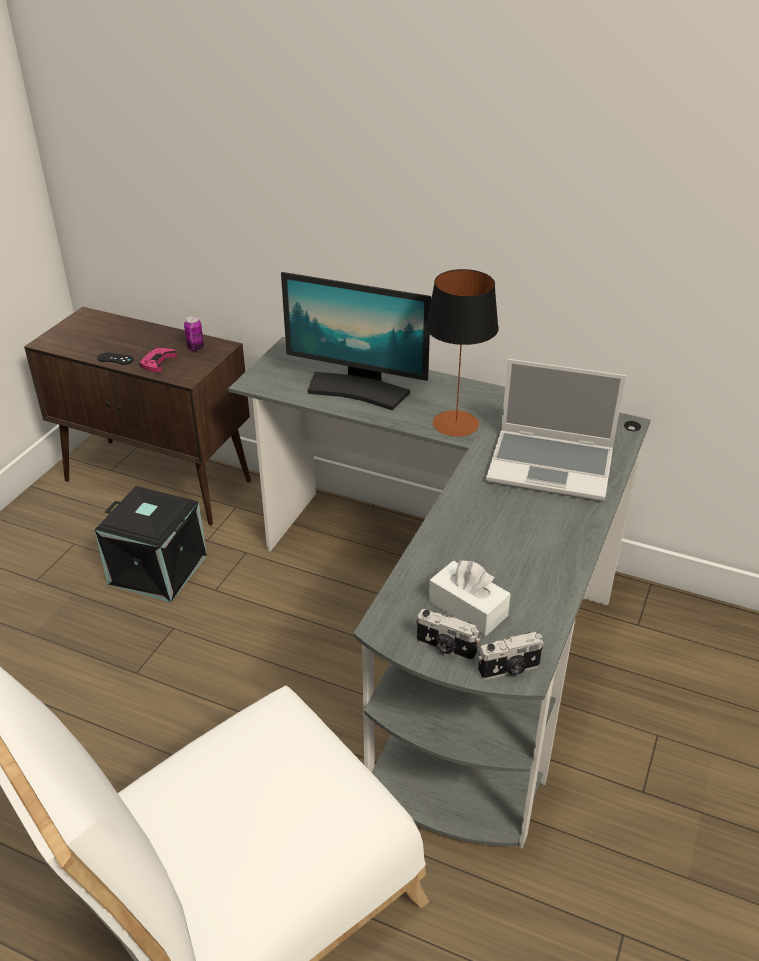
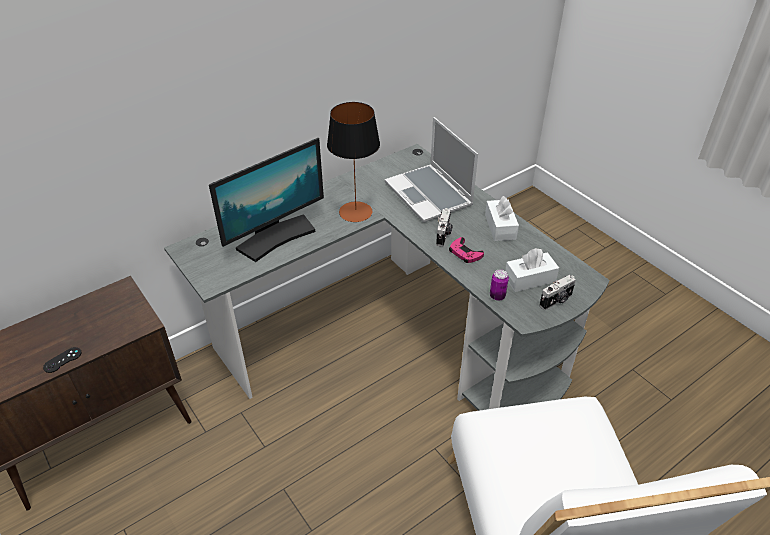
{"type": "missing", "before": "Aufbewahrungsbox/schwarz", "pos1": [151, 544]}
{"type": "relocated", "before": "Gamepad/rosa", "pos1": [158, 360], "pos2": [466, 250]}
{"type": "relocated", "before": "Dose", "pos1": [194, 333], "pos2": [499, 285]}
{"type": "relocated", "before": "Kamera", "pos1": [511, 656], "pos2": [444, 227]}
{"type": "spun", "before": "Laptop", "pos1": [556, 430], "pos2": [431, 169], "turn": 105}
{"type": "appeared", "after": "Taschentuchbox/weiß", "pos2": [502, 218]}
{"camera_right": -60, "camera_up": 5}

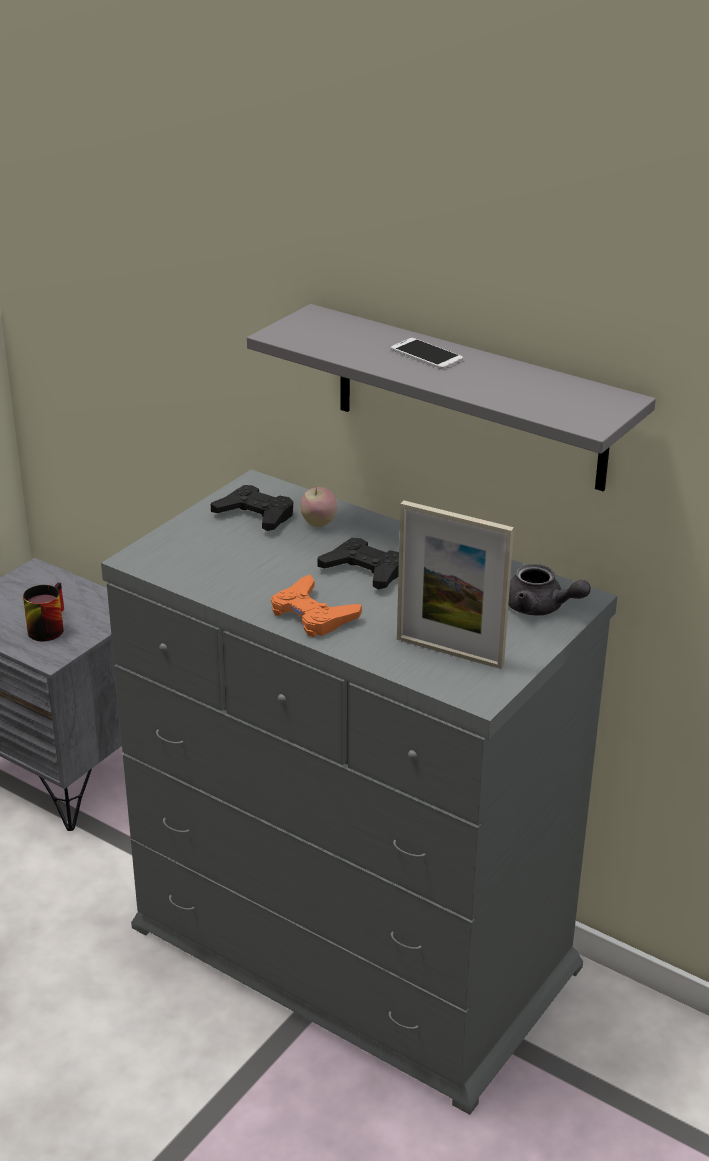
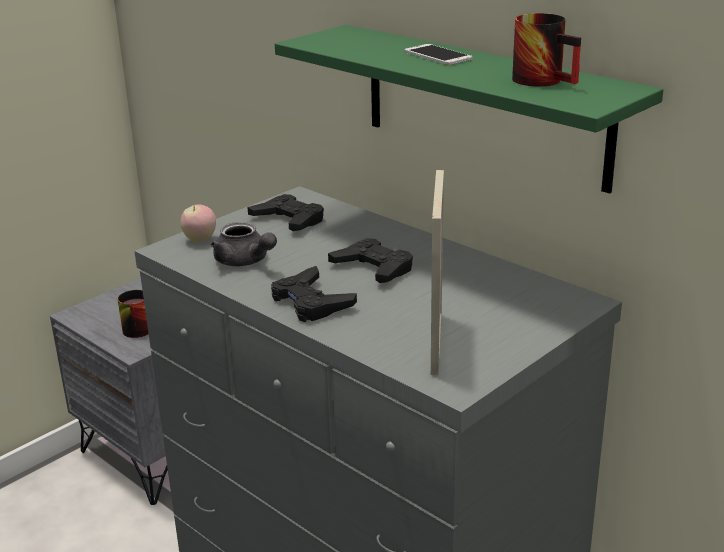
{"type": "colour", "before": "Wandregal/grau", "after": "Wandregal/grün", "pos1": [451, 397], "pos2": [469, 109]}
{"type": "colour", "before": "Gamepad/orange", "after": "Gamepad/schwarz", "pos1": [316, 606], "pos2": [314, 294]}
{"type": "relocated", "before": "Apfel", "pos1": [318, 506], "pos2": [198, 223]}
{"type": "spun", "before": "Bilderrahmen", "pos1": [455, 584], "pos2": [437, 272], "turn": 60}
{"type": "relocated", "before": "Teekanne/grau", "pos1": [549, 590], "pos2": [244, 244]}
{"type": "appeared", "after": "Henkelbecher", "pos2": [546, 50]}
{"camera_right": 10, "camera_up": -5}

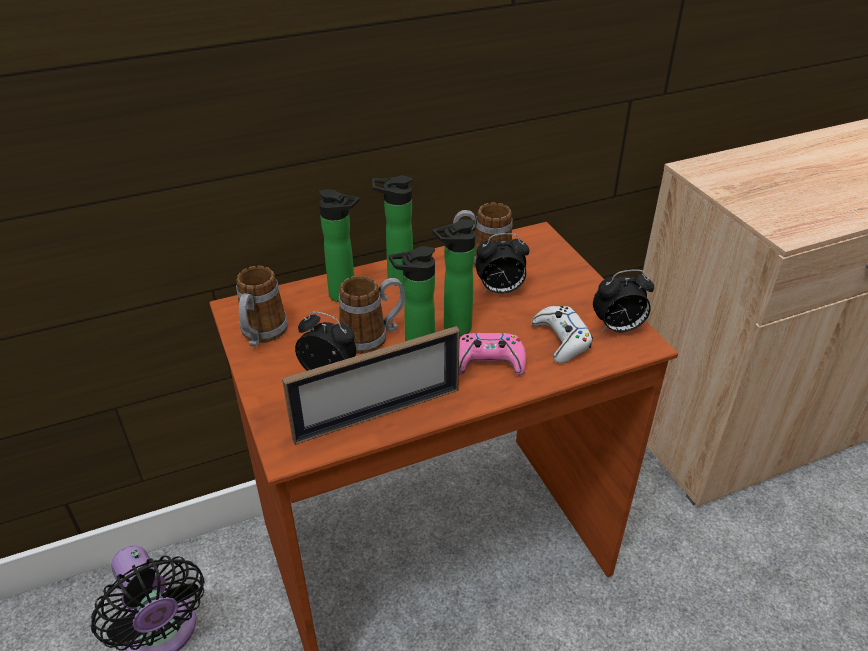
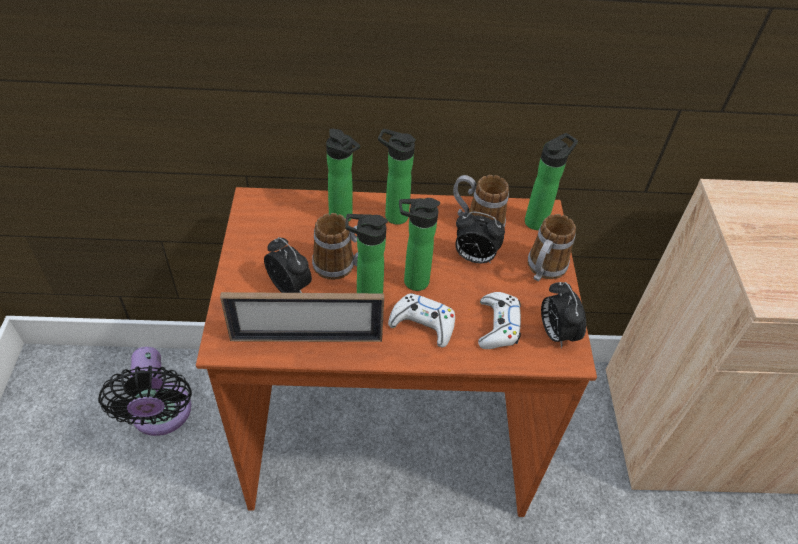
{"type": "relocated", "before": "Henkelbecher", "pos1": [262, 306], "pos2": [551, 247]}
{"type": "colour", "before": "Gamepad/rosa", "after": "Gamepad/weiß", "pos1": [492, 354], "pos2": [421, 320]}
{"type": "spun", "before": "Wecker", "pos1": [623, 300], "pos2": [563, 315], "turn": 60}
{"type": "appeared", "after": "Flasche", "pos2": [551, 181]}
{"camera_right": 20, "camera_up": 10}

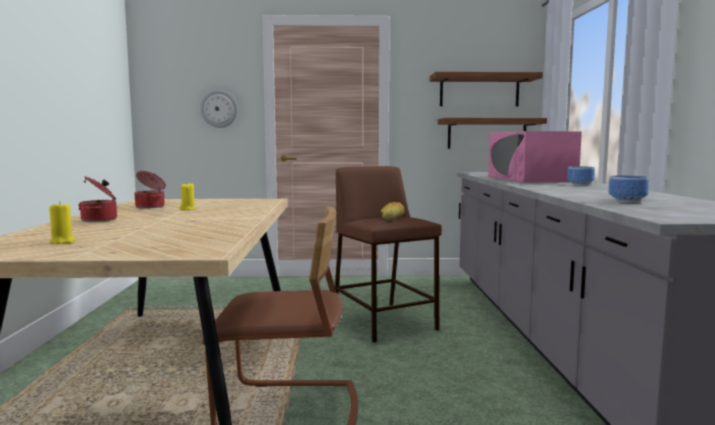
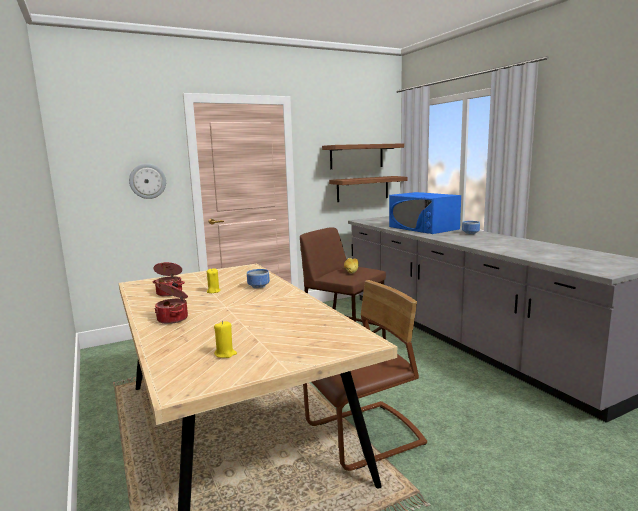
{"type": "colour", "before": "Mikrowelle/rosa", "after": "Mikrowelle/blau", "pos1": [535, 157], "pos2": [425, 213]}
{"type": "relocated", "before": "Schüssel", "pos1": [628, 189], "pos2": [258, 279]}
{"camera_right": -25, "camera_up": 5}

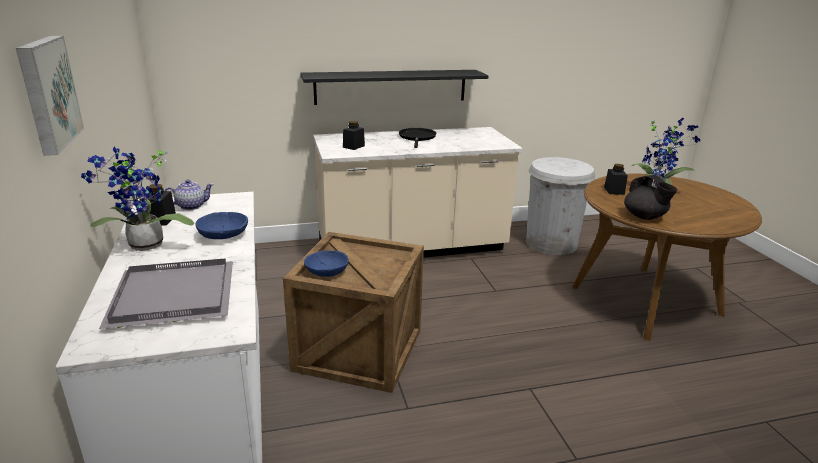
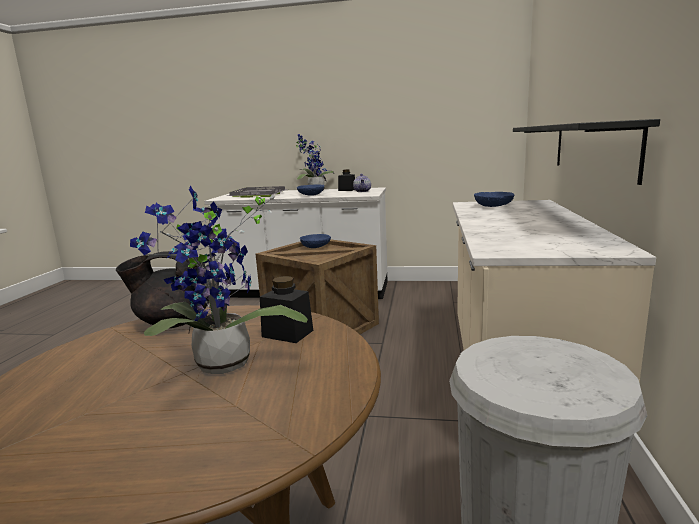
{"type": "missing", "before": "Bild", "pos1": [50, 96]}
{"type": "exchanged", "before": "Vorratsglas/schwarz", "after": "Schüssel/blau", "pos1": [354, 135], "pos2": [494, 199]}
{"type": "missing", "before": "Pfanne/schwarz", "pos1": [417, 138]}
{"camera_right": 115, "camera_up": -10}

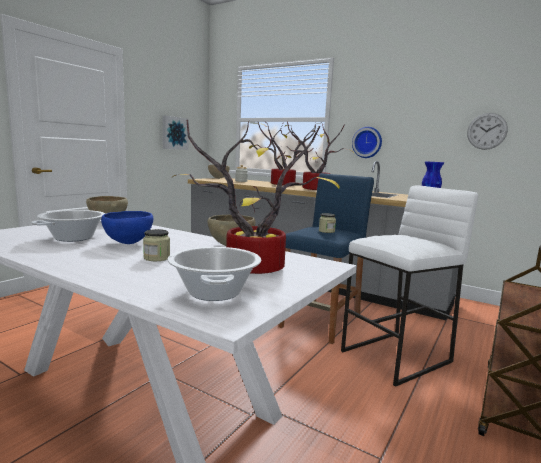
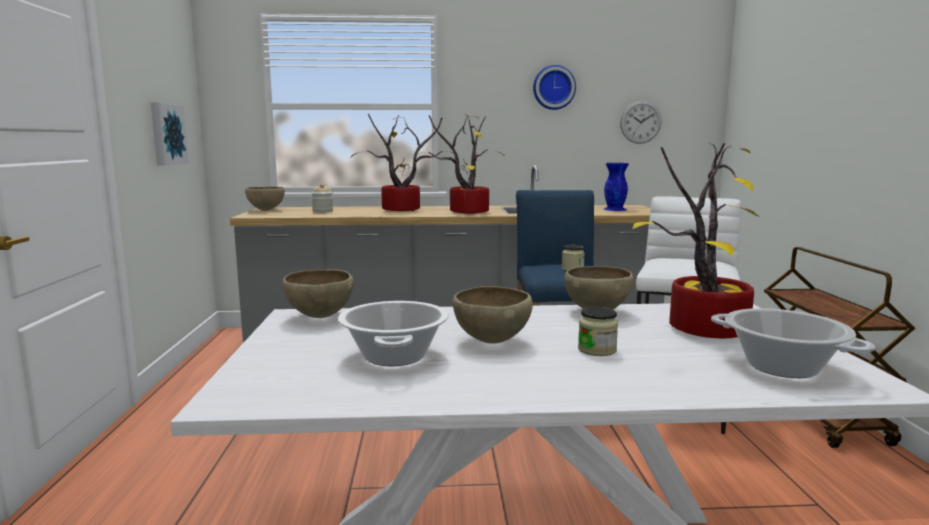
{"type": "colour", "before": "Schüssel/blau", "after": "Schüssel/braun", "pos1": [127, 227], "pos2": [493, 315]}
{"type": "relocated", "before": "Wanduhr", "pos1": [367, 142], "pos2": [554, 87]}
{"camera_right": -35, "camera_up": 0}

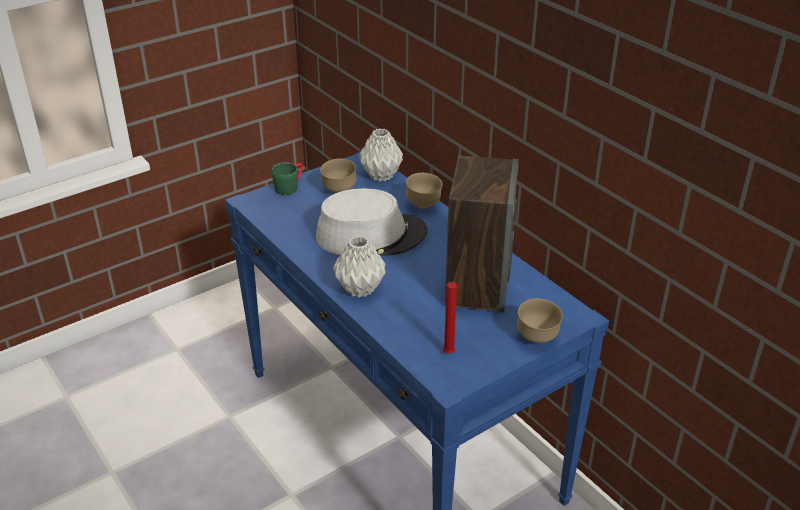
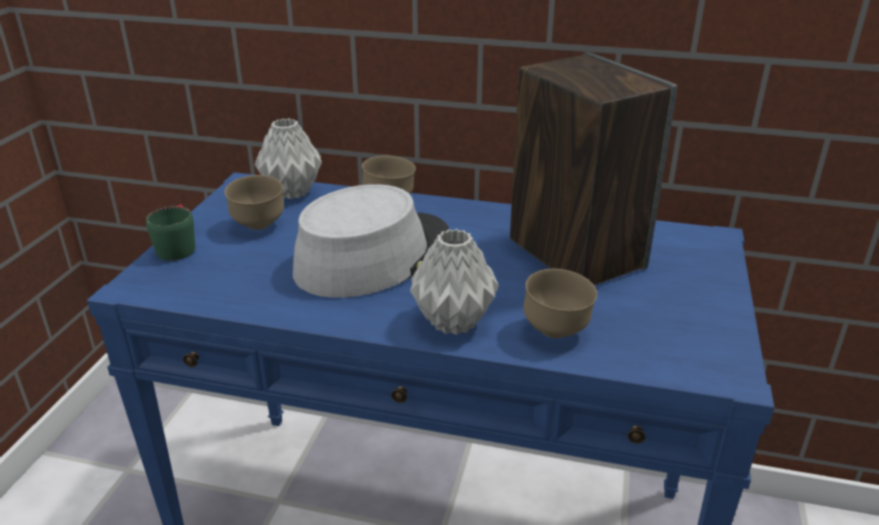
{"type": "missing", "before": "Kerze/rot", "pos1": [450, 317]}
{"type": "relocated", "before": "Schüssel/braun", "pos1": [540, 320], "pos2": [560, 303]}
{"camera_right": -40, "camera_up": -5}

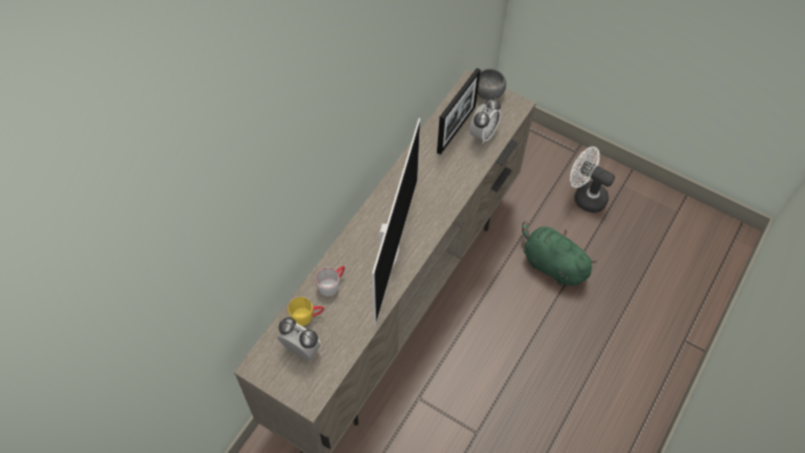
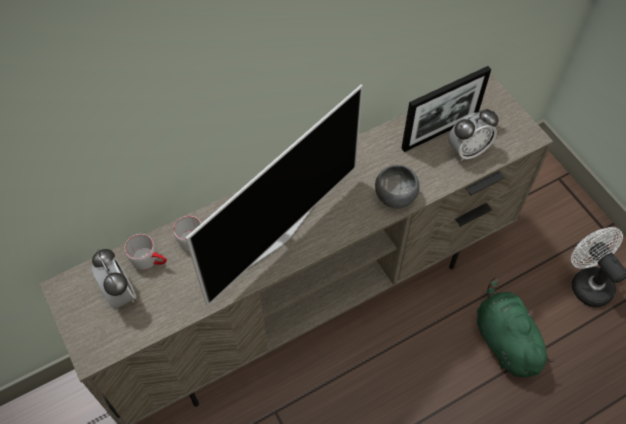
{"type": "colour", "before": "Henkelbecher/gelb", "after": "Henkelbecher/grau", "pos1": [306, 311], "pos2": [145, 252]}
{"type": "relocated", "before": "Schüssel/grau", "pos1": [491, 84], "pos2": [397, 186]}
{"camera_right": 30, "camera_up": 0}

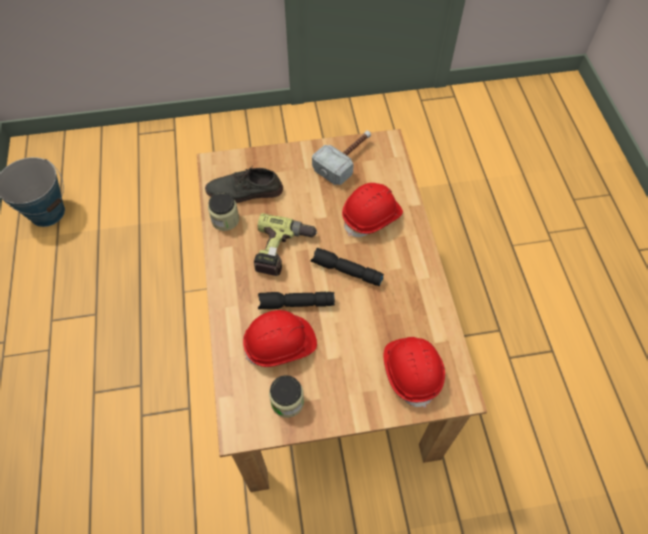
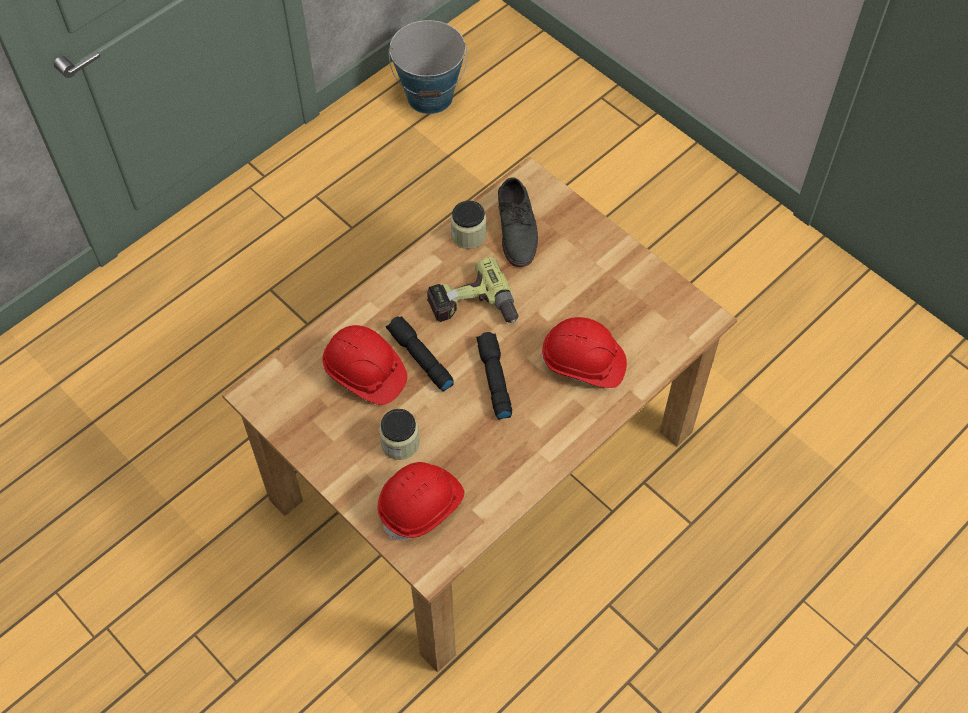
{"type": "spun", "before": "Schuh/grau", "pos1": [244, 184], "pos2": [518, 222], "turn": -150}
{"type": "relocated", "before": "Vorratsglas", "pos1": [286, 396], "pos2": [399, 434]}
{"type": "missing", "before": "Hammer", "pos1": [341, 158]}
{"camera_right": 55, "camera_up": 0}

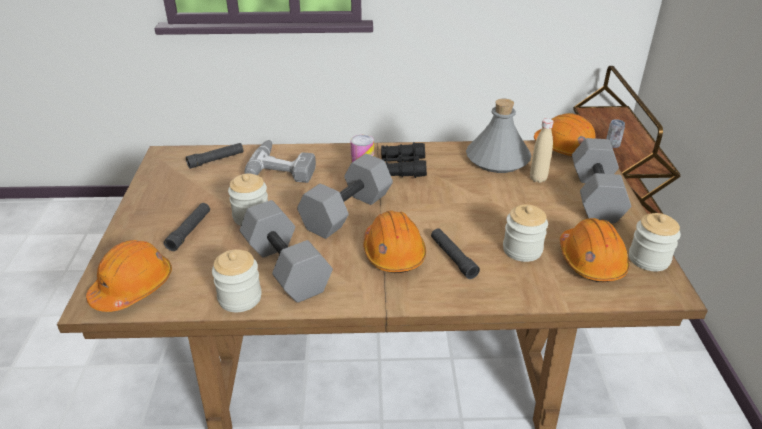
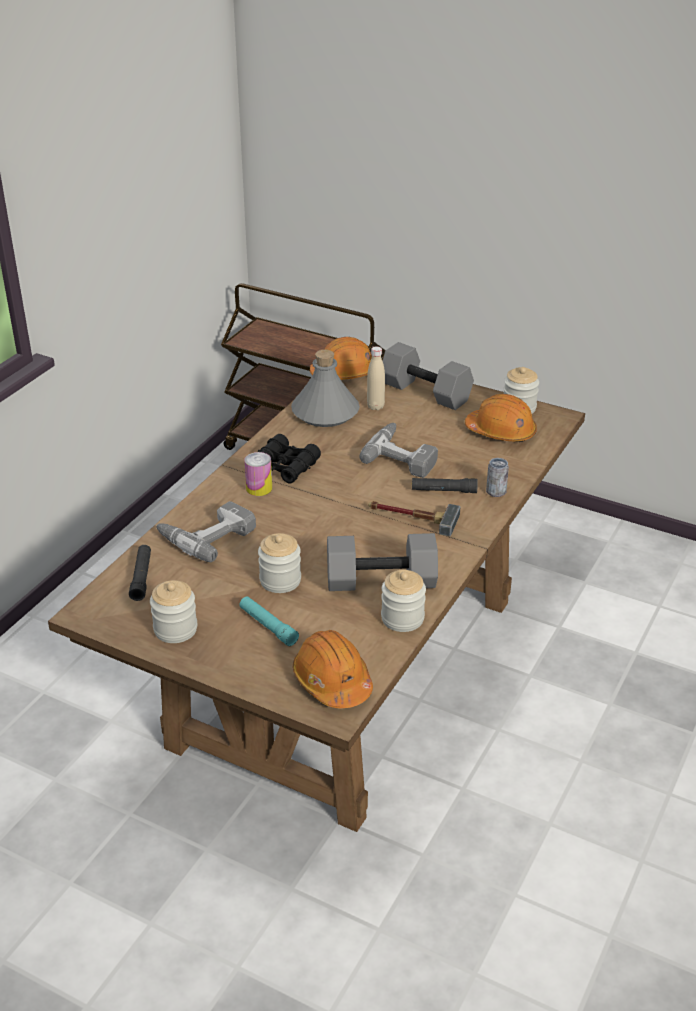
{"type": "colour", "before": "Taschenlampe/schwarz", "after": "Taschenlampe/türkis", "pos1": [187, 227], "pos2": [269, 621]}
{"type": "missing", "before": "Hantel/grau", "pos1": [345, 196]}
{"type": "exchanged", "before": "Schutzhelm/orange", "after": "Hammer", "pos1": [394, 241], "pos2": [414, 518]}
{"type": "relocated", "before": "Vorratsglas", "pos1": [525, 233], "pos2": [173, 611]}
{"type": "relocated", "before": "Dose", "pos1": [615, 133], "pos2": [497, 477]}
{"type": "appeared", "after": "Bohrmaschine", "pos2": [398, 450]}
{"camera_right": -60, "camera_up": 0}

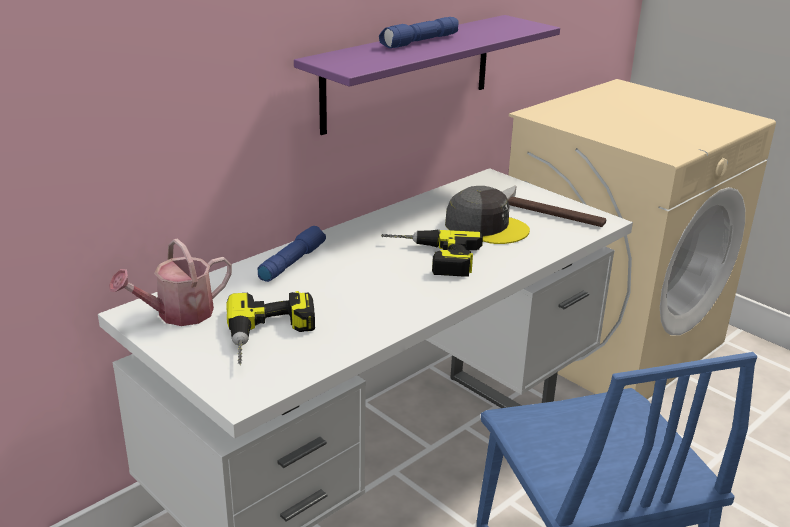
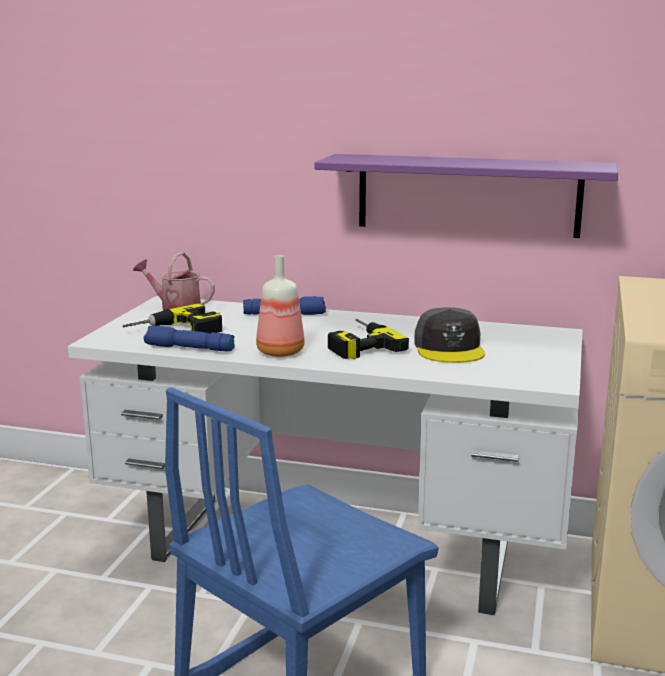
{"type": "relocated", "before": "Taschenlampe/blau", "pos1": [419, 32], "pos2": [189, 338]}
{"type": "missing", "before": "Hammer", "pos1": [554, 206]}
{"type": "appeared", "after": "Flasche", "pos2": [280, 306]}
{"camera_right": 60, "camera_up": -10}

